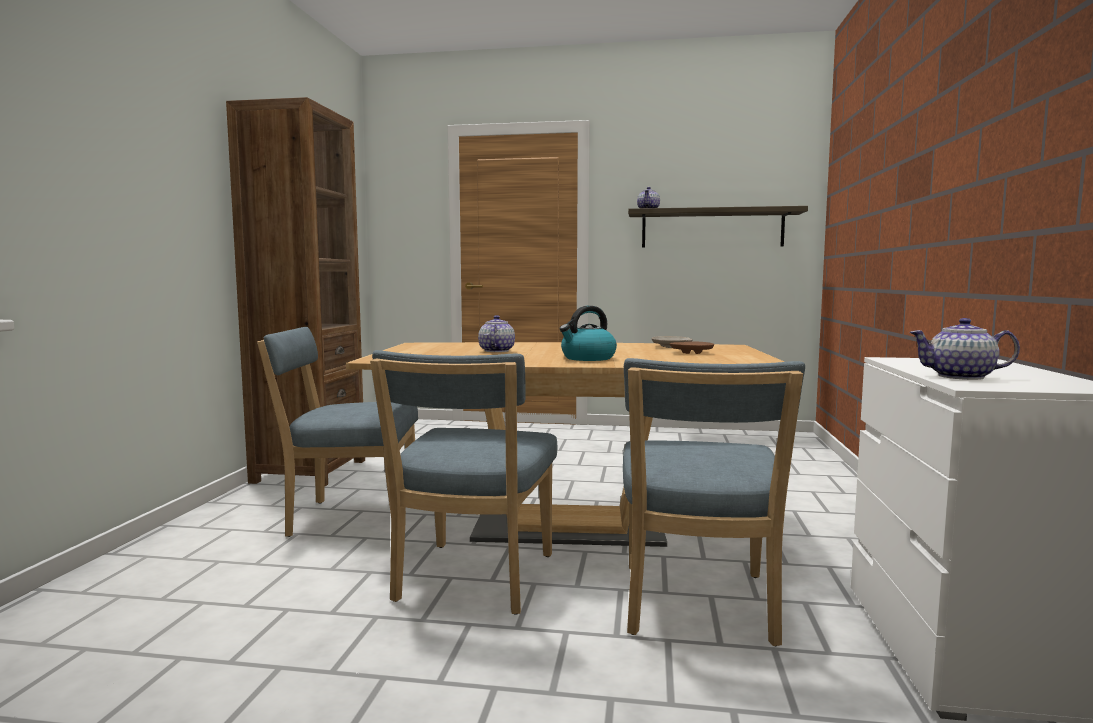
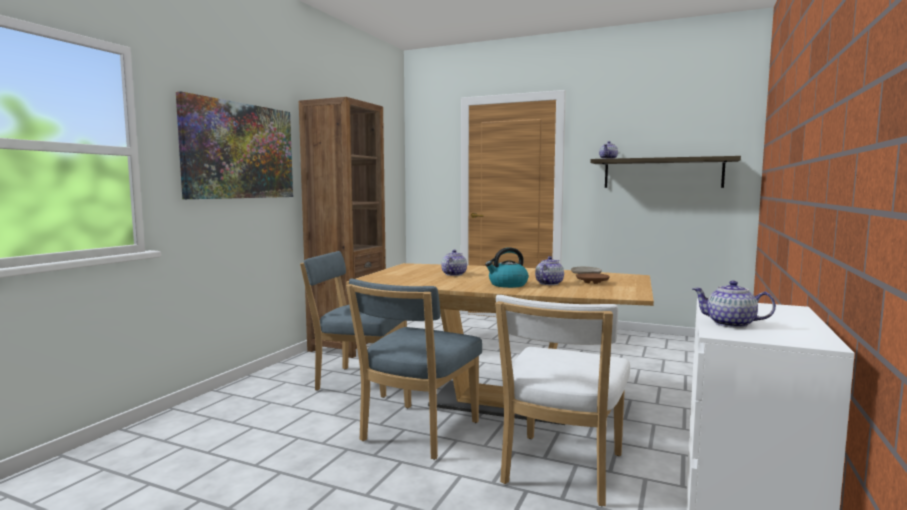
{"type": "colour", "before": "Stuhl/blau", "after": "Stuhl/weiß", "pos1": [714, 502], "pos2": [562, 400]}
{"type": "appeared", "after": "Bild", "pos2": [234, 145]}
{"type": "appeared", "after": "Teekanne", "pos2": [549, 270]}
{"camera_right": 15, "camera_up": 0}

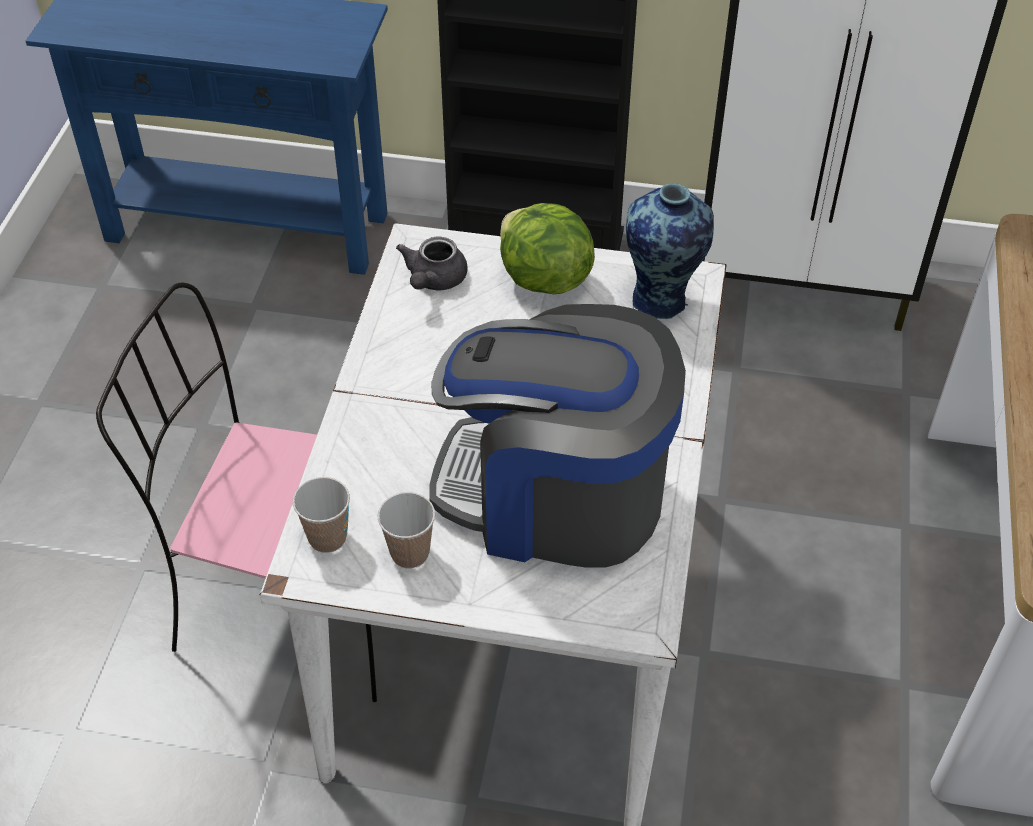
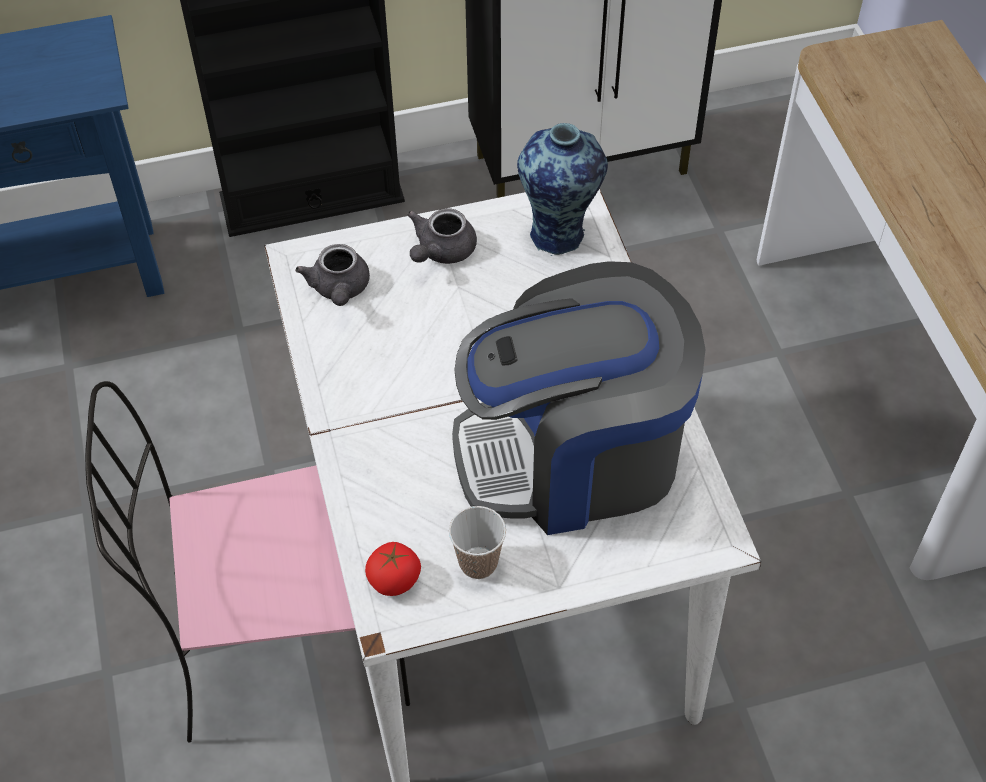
{"type": "exchanged", "before": "Tasse", "after": "Tomate", "pos1": [321, 515], "pos2": [393, 569]}
{"type": "exchanged", "before": "Salatkopf", "after": "Teekanne/grau", "pos1": [547, 248], "pos2": [442, 236]}
{"camera_right": -25, "camera_up": 5}

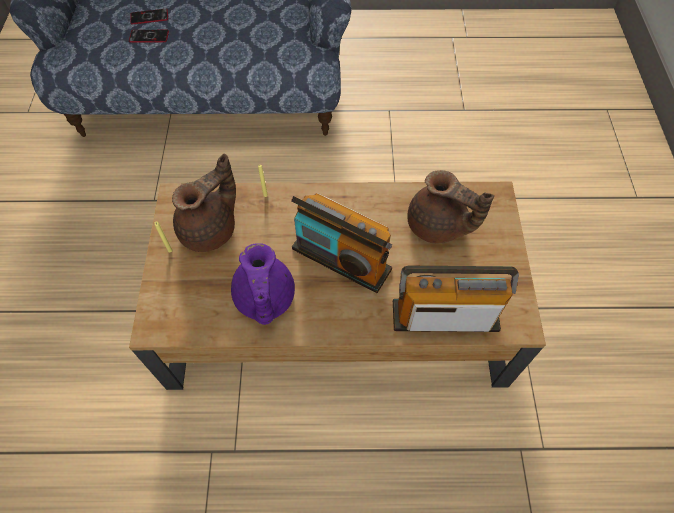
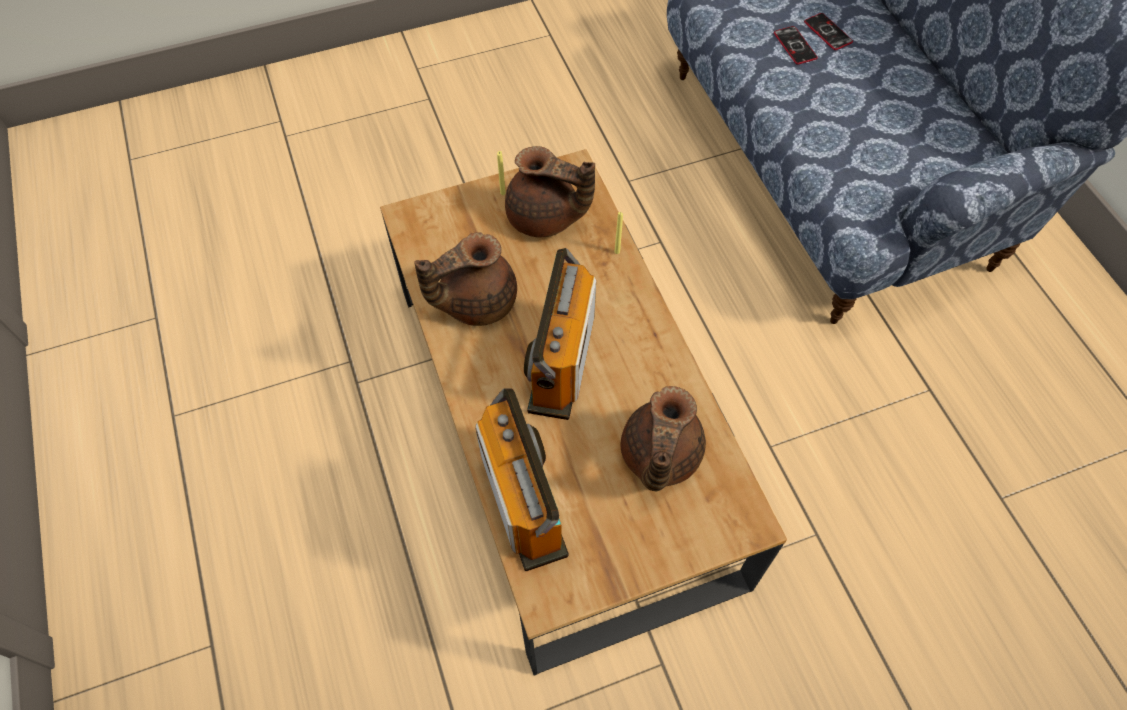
{"type": "colour", "before": "Teekanne/lila", "after": "Teekanne/braun", "pos1": [263, 284], "pos2": [465, 279]}
{"camera_right": 70, "camera_up": 0}

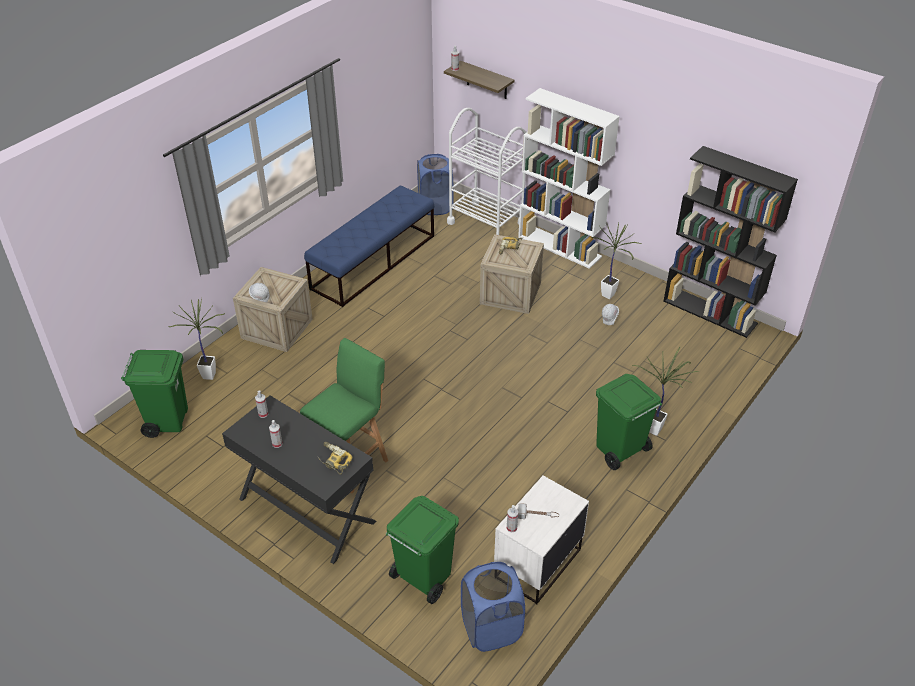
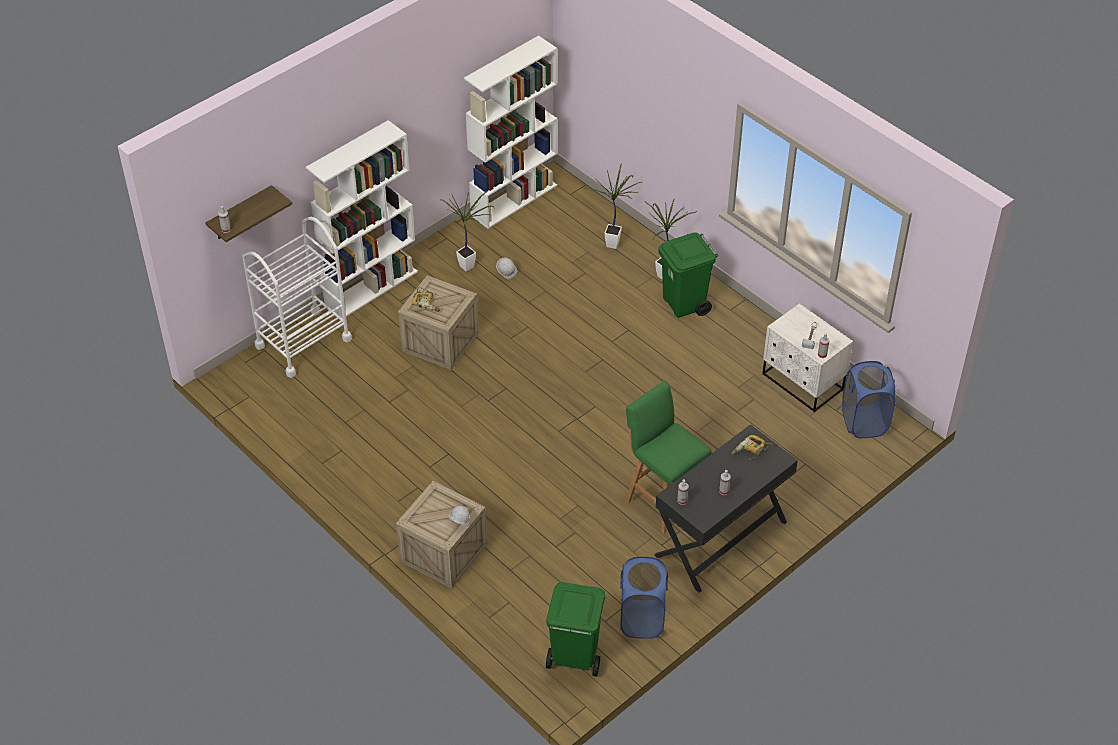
{"type": "relocated", "before": "Topfpflanze", "pos1": [196, 339], "pos2": [613, 206]}
{"type": "missing", "before": "Bank/blau", "pos1": [369, 246]}
{"type": "missing", "before": "Mülleimer/grün", "pos1": [422, 550]}
{"type": "relocated", "before": "Wäschekorb/blau", "pos1": [435, 184], "pos2": [644, 598]}
{"type": "colour", "before": "Bücherregal/schwarz", "after": "Bücherregal/weiß", "pos1": [730, 242], "pos2": [510, 132]}
{"camera_right": -80, "camera_up": 5}

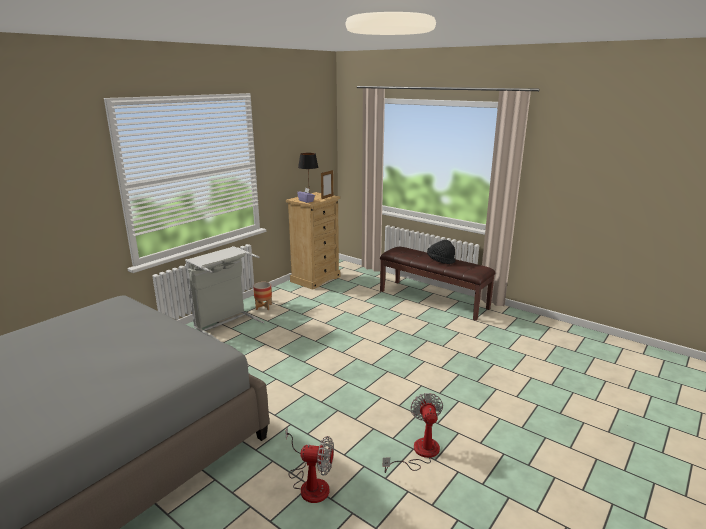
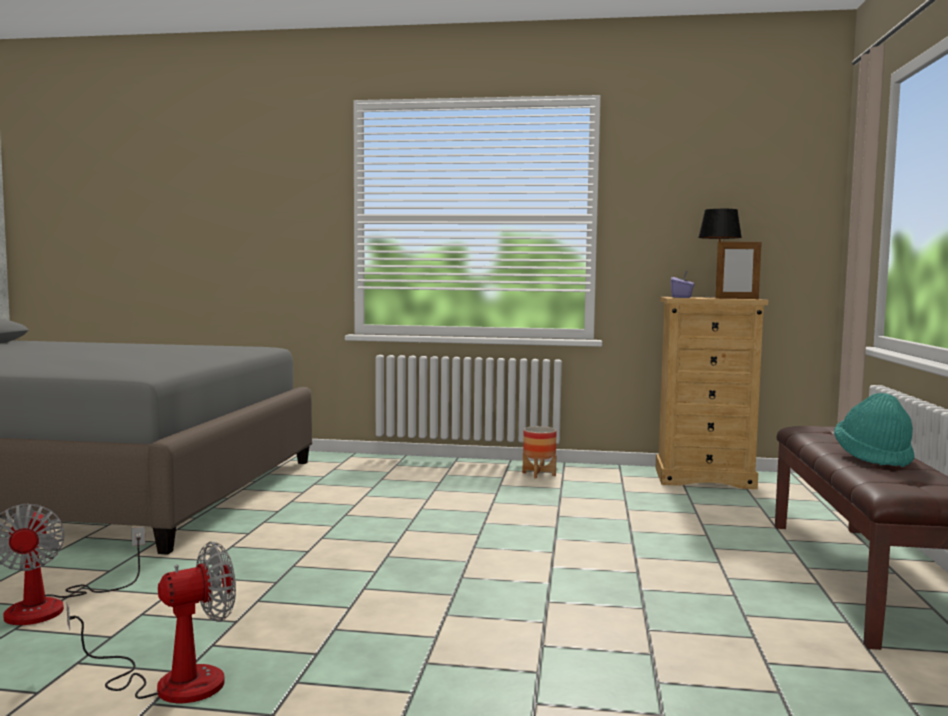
{"type": "missing", "before": "Wäschekorb/grau", "pos1": [224, 293]}
{"type": "colour", "before": "Hut/schwarz", "after": "Hut/türkis", "pos1": [441, 252], "pos2": [874, 430]}
{"camera_right": 60, "camera_up": -15}

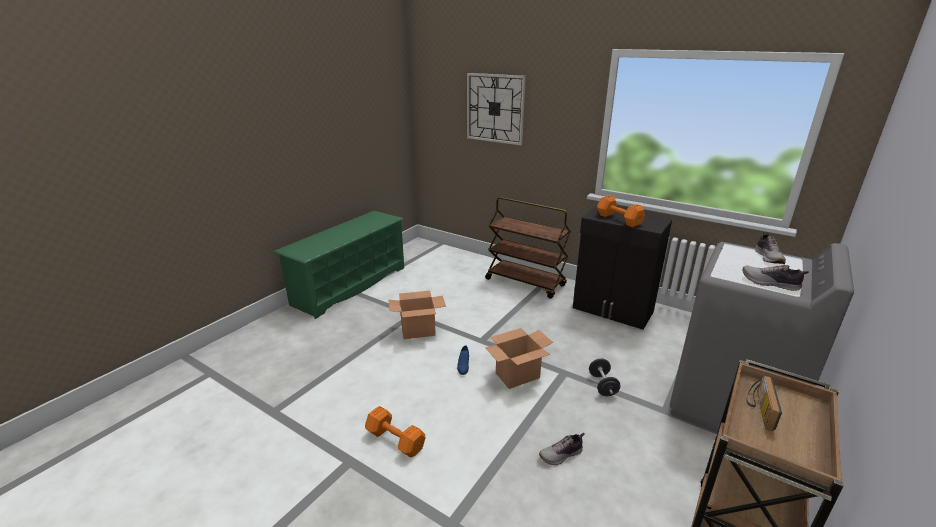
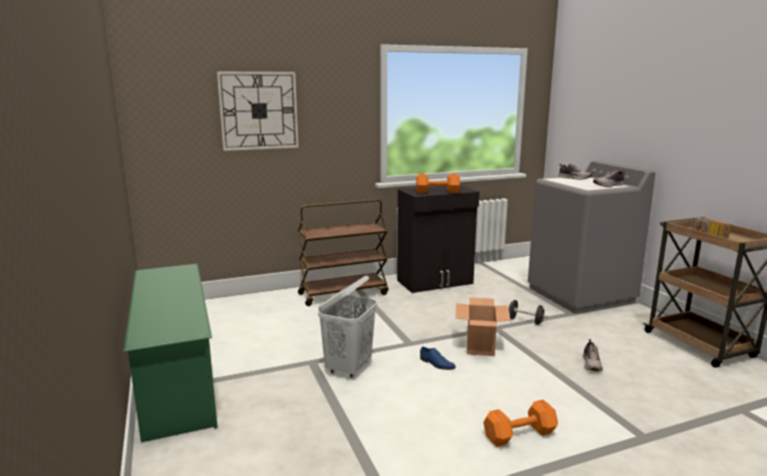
{"type": "exchanged", "before": "Karton", "after": "Wäschekorb/weiß", "pos1": [417, 315], "pos2": [347, 327]}
{"camera_right": -55, "camera_up": -10}

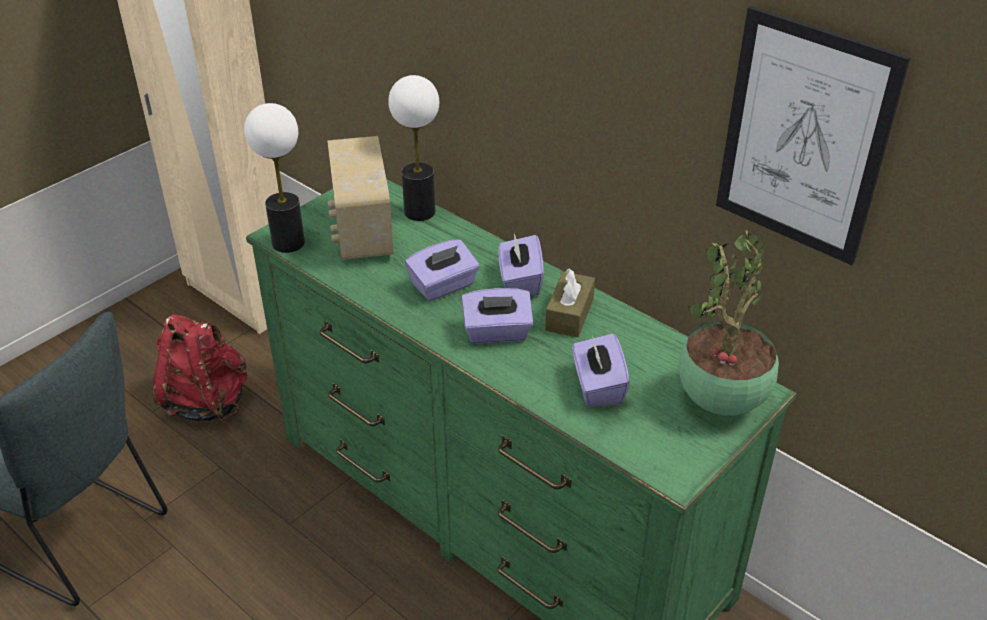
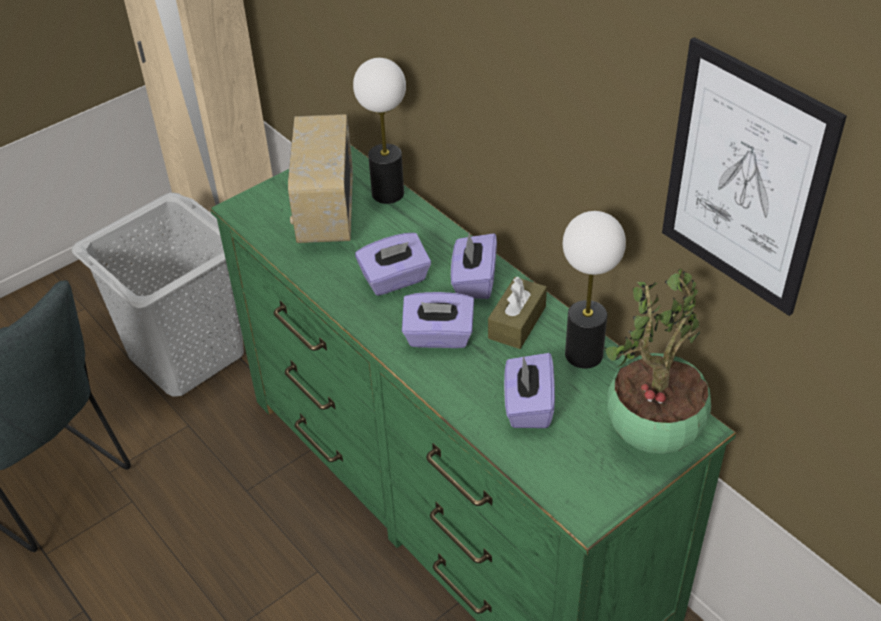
{"type": "exchanged", "before": "Rucksack/rot", "after": "Wäschekorb/grau", "pos1": [200, 368], "pos2": [158, 295]}
{"type": "relocated", "before": "Tischlampe", "pos1": [274, 178], "pos2": [594, 290]}
{"camera_right": 10, "camera_up": 5}

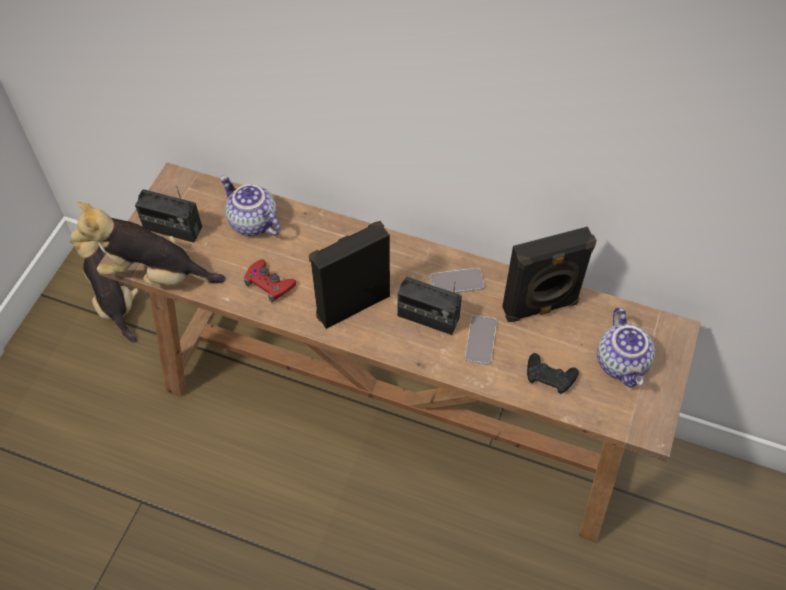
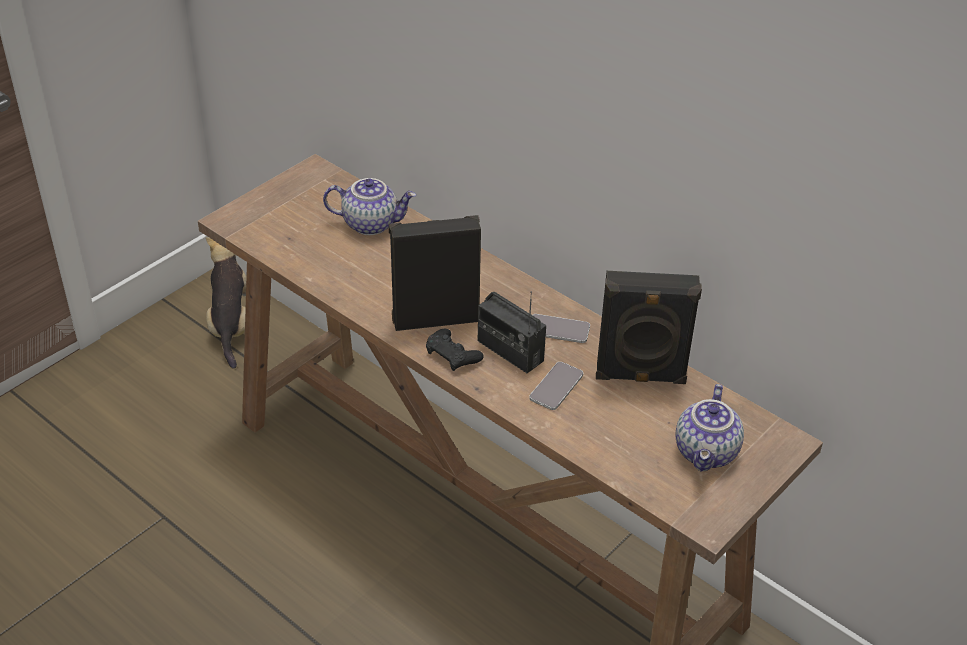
{"type": "missing", "before": "Plüschtier", "pos1": [148, 244]}
{"type": "missing", "before": "Radio", "pos1": [168, 214]}
{"type": "spun", "before": "Teekanne", "pos1": [250, 206], "pos2": [369, 206], "turn": 120}
{"type": "missing", "before": "Gamepad/rot", "pos1": [270, 280]}
{"type": "relocated", "before": "Gamepad/schwarz", "pos1": [553, 373], "pos2": [455, 350]}
{"camera_right": 20, "camera_up": -15}

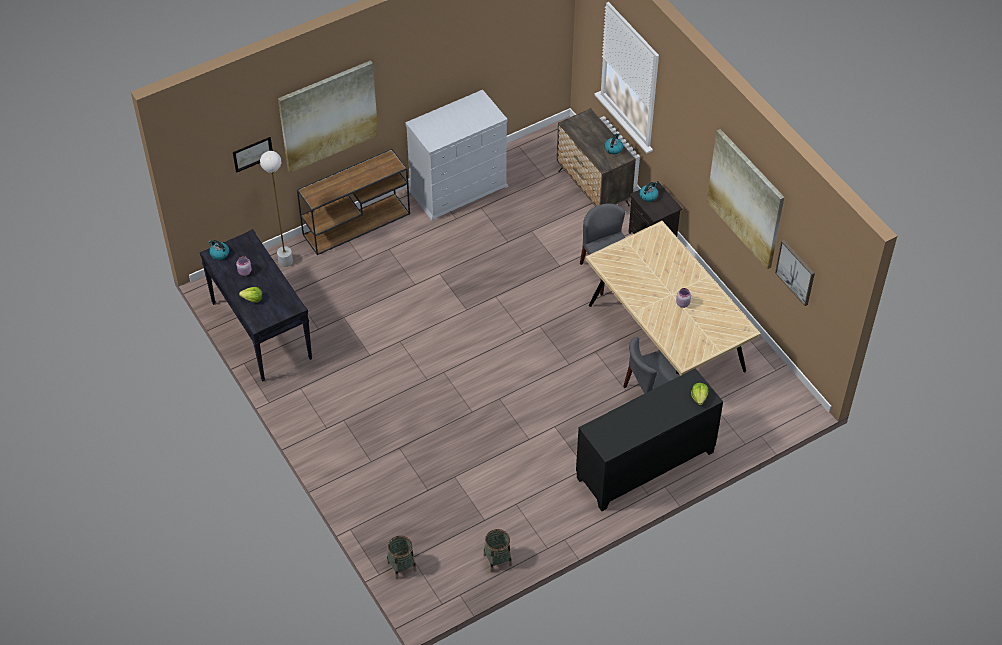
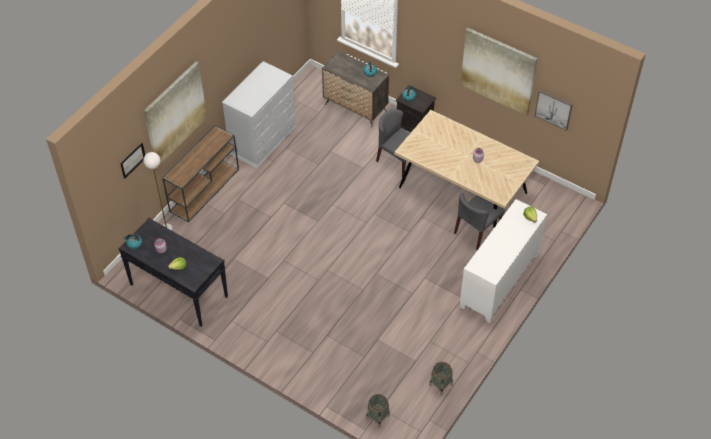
{"type": "colour", "before": "Schrank/schwarz", "after": "Schrank/weiß", "pos1": [649, 439], "pos2": [503, 261]}
{"camera_right": -25, "camera_up": 0}

